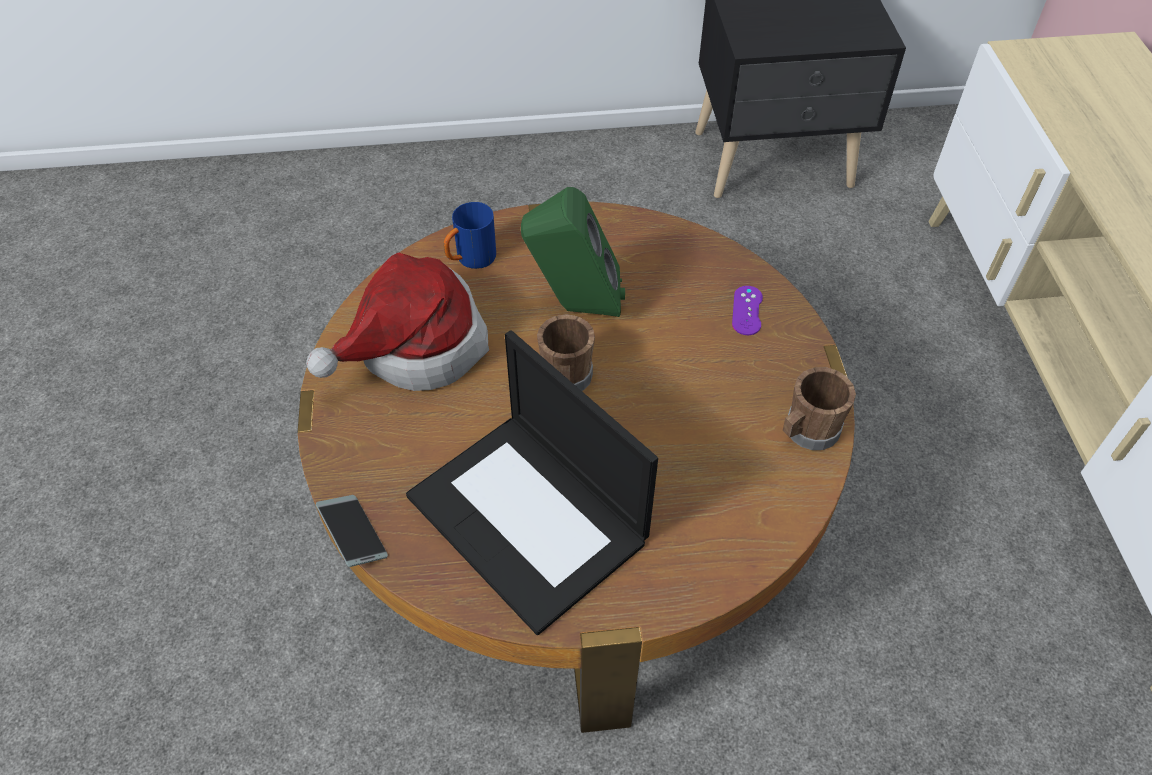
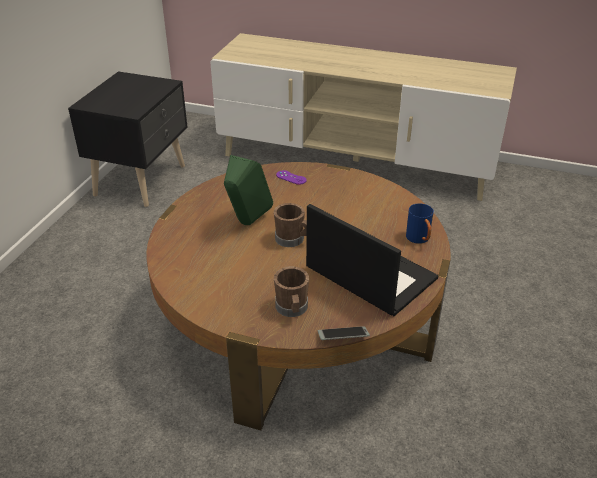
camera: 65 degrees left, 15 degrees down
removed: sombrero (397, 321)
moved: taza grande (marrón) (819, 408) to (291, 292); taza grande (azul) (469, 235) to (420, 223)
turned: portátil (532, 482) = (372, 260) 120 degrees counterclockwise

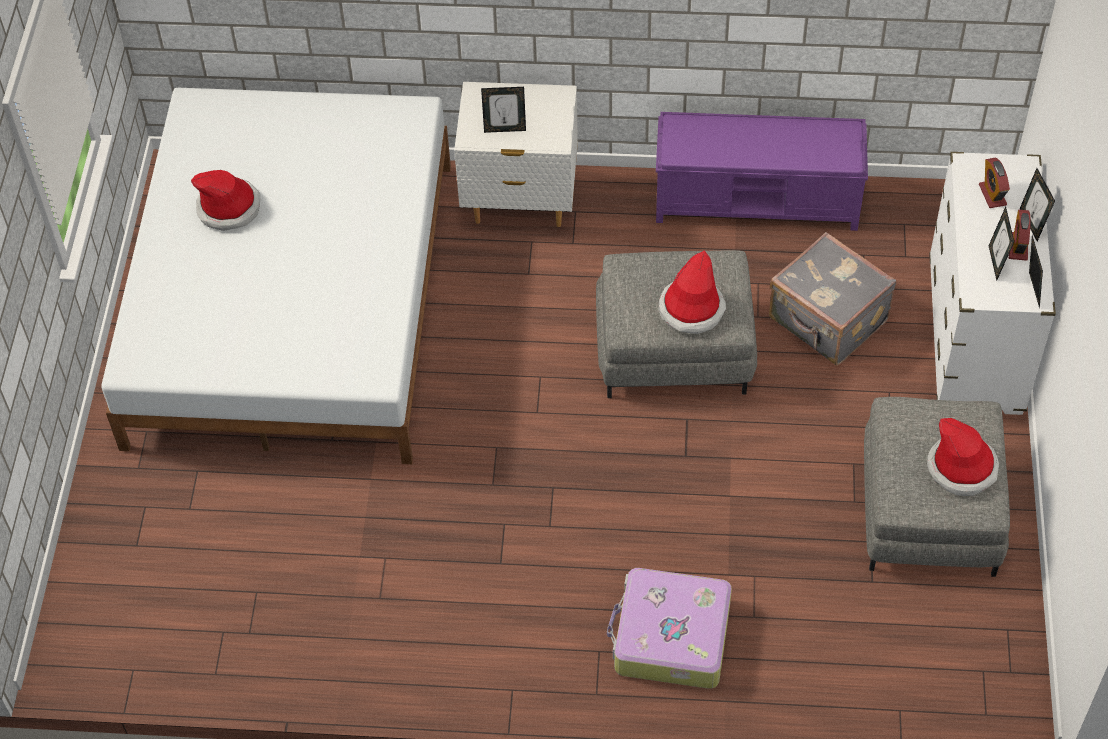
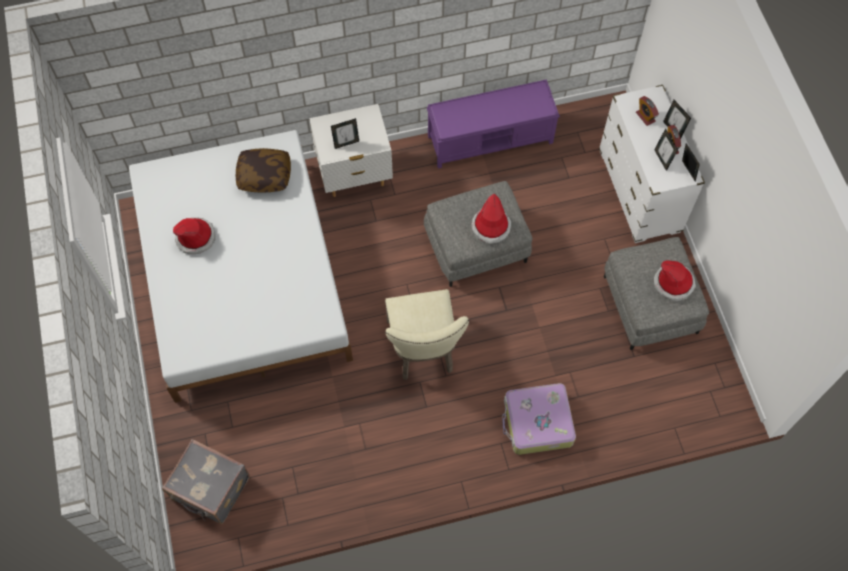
camera: 20 degrees left, 10 degrees up
added: cojín (263, 170); silla (beis) (427, 334)
moved: maleta (gris) (832, 299) to (206, 481)

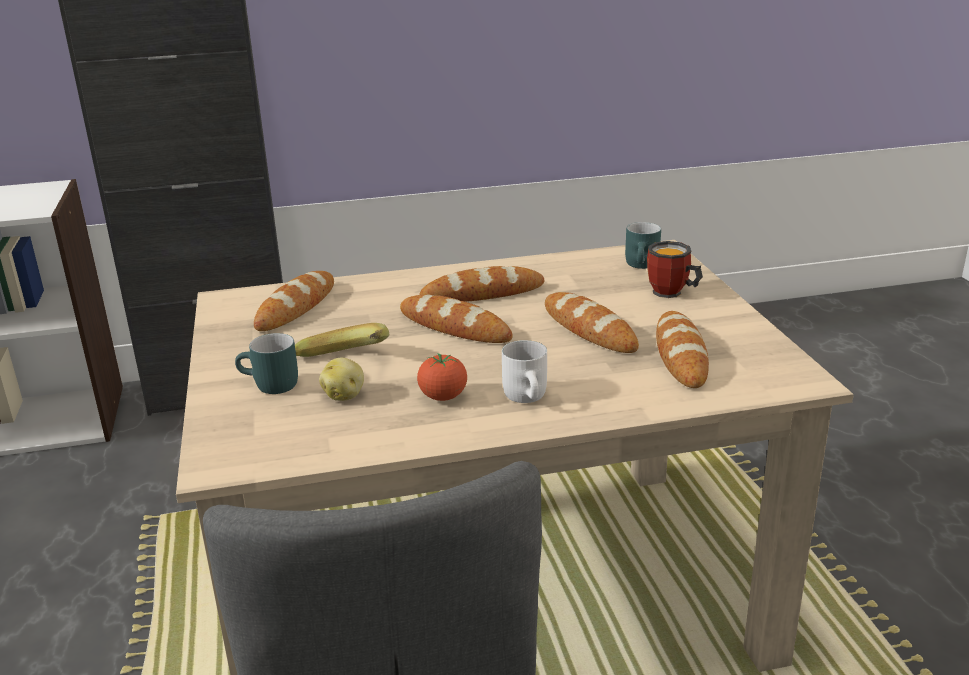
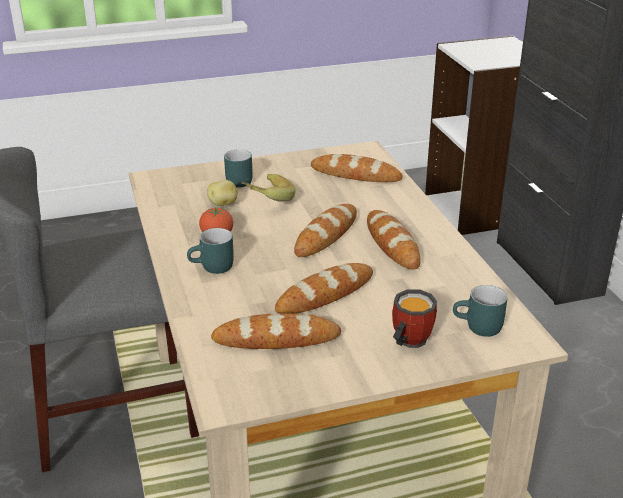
camera: 85 degrees right, 5 degrees up
recoloured: taza grande (blanco) (524, 371) to taza grande (turquesa) (210, 251)

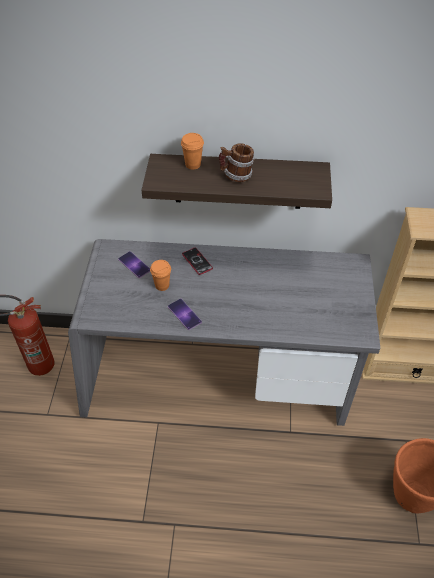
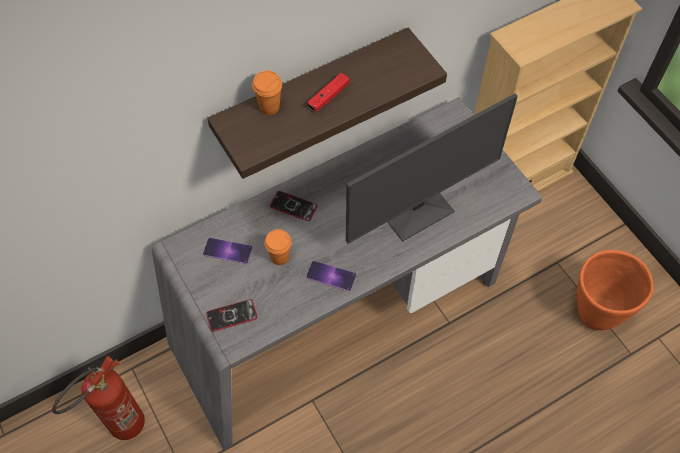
camera: 35 degrees left, 10 degrees up
added: móvil (231, 315); monitor (432, 168)
replaced: taza grande (237, 163) to mando de consola (rojo) (328, 92)

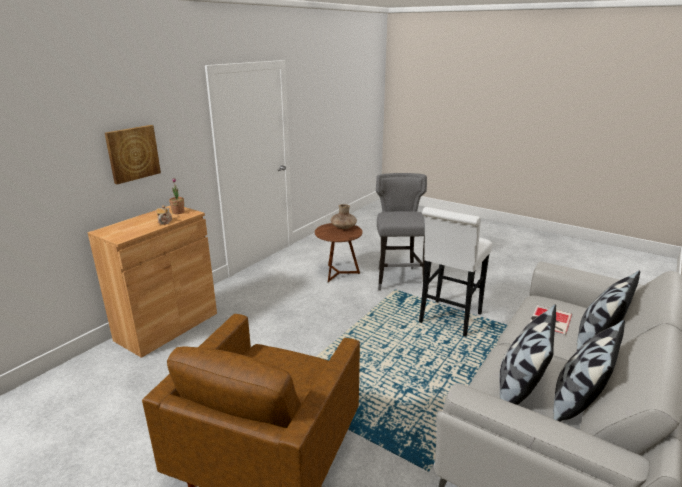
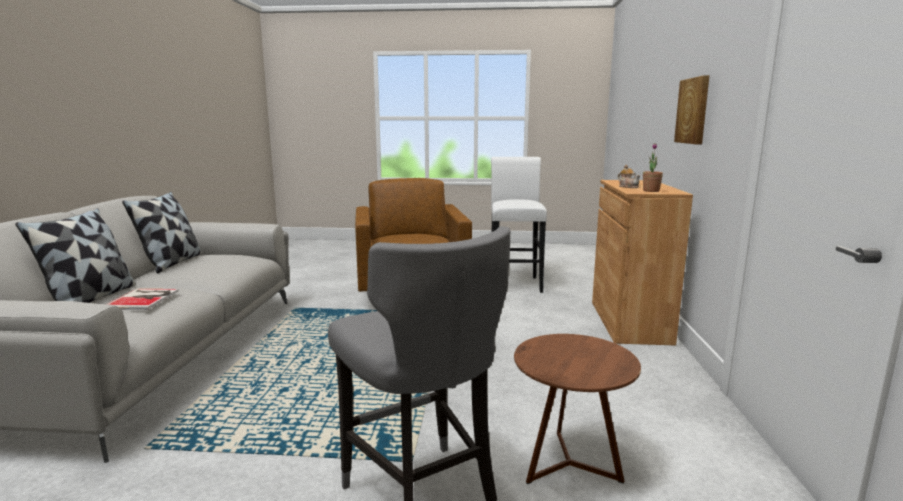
camera: 150 degrees right, 10 degrees down
removed: florero (marrón) (343, 216); cojín (528, 355)
moved: taburete (blanco) (455, 272) to (519, 225)

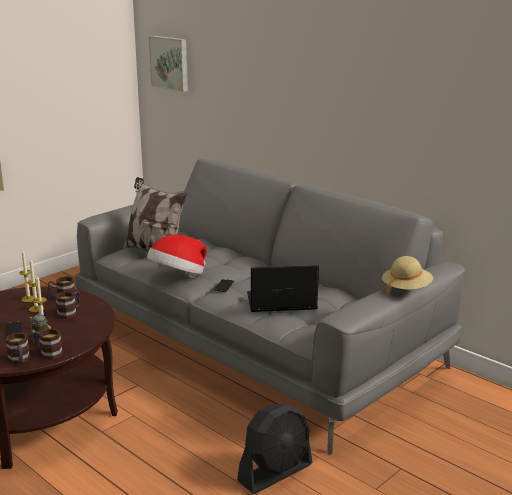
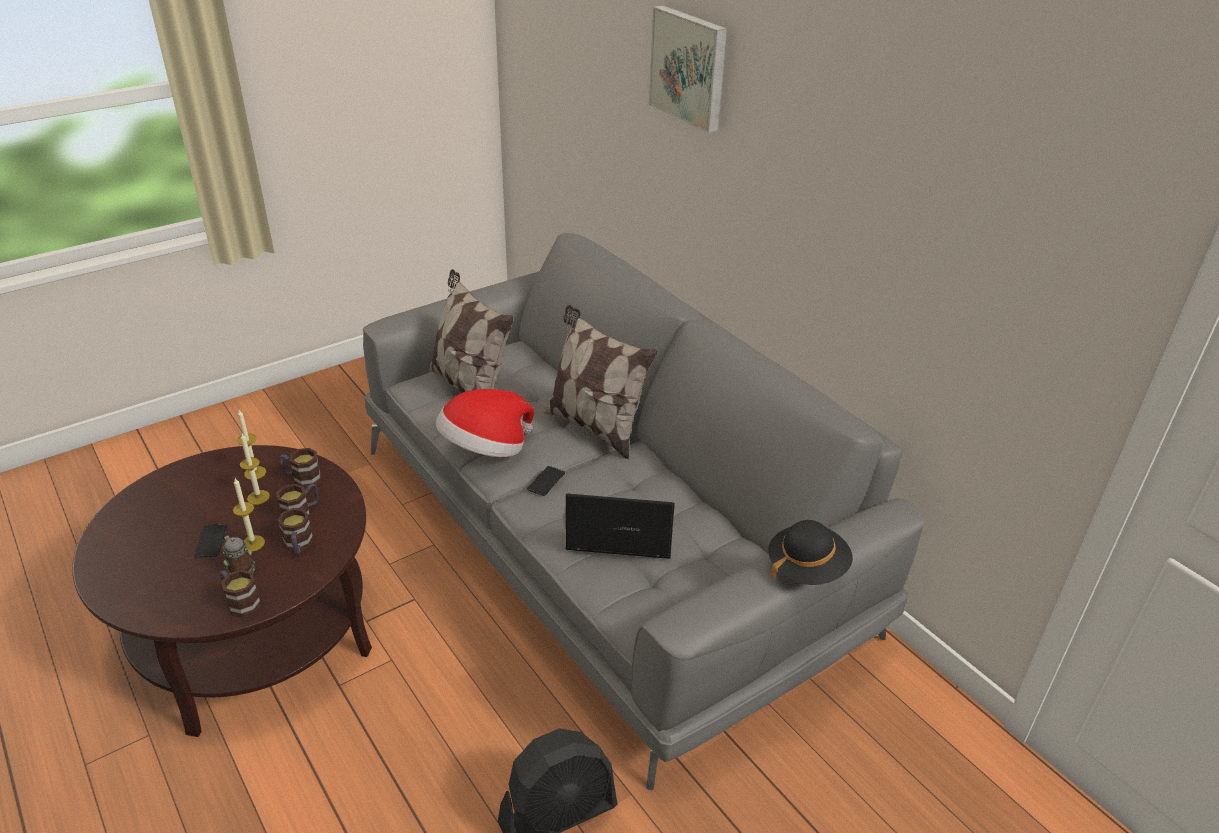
camera: 10 degrees right, 15 degrees up
added: cojín (600, 382)
moved: taza grande (17, 348) to (296, 531); cuadro (168, 64) to (688, 69)
recoloured: sombrero (beis) (407, 276) to sombrero (negro) (810, 552)

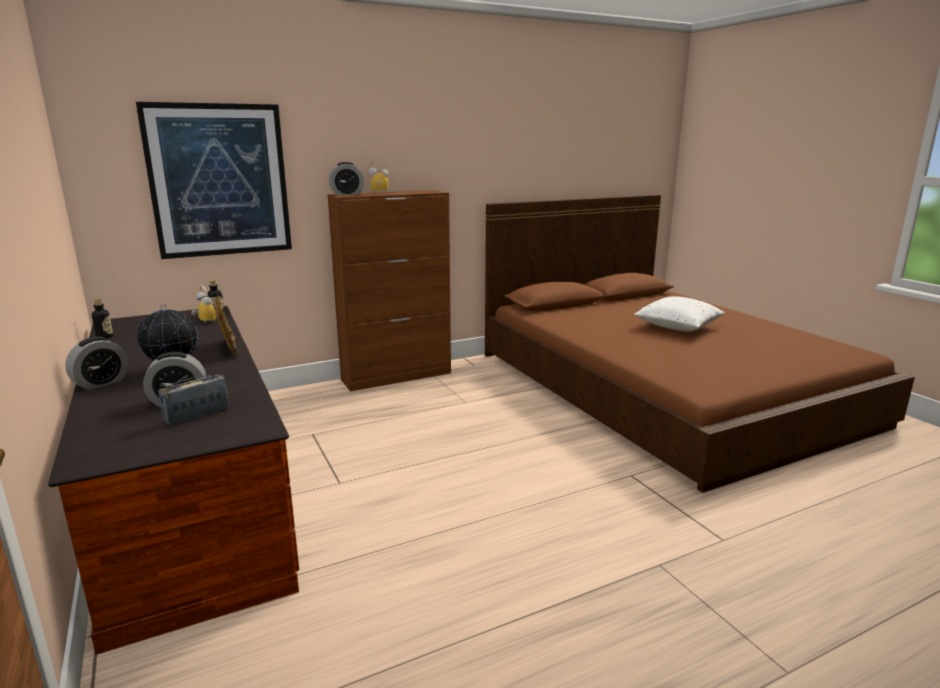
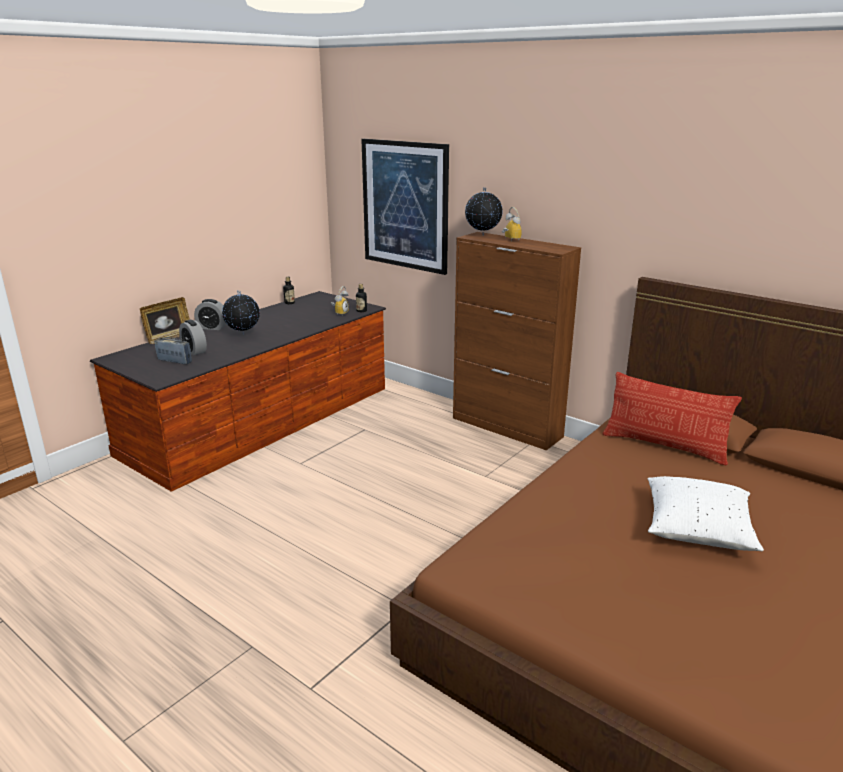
camera: 65 degrees right, 5 degrees up
added: cojín (672, 418)
moved: portarretratos (227, 324) to (165, 320)
replaced: despertador (346, 178) to globo terráqueo (484, 211)

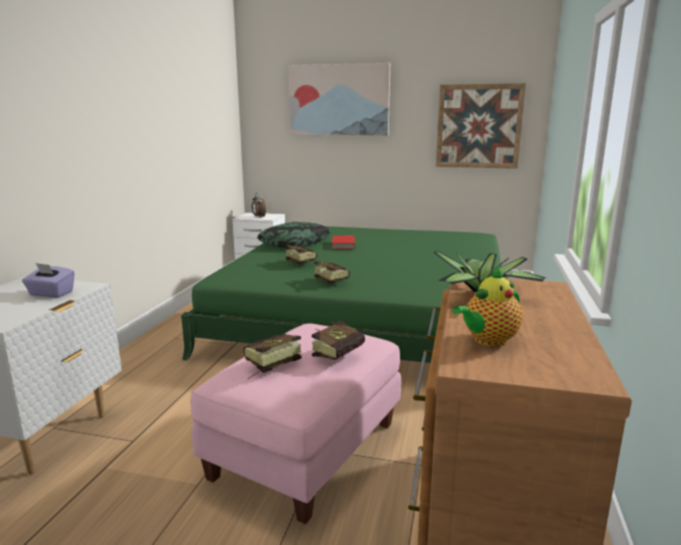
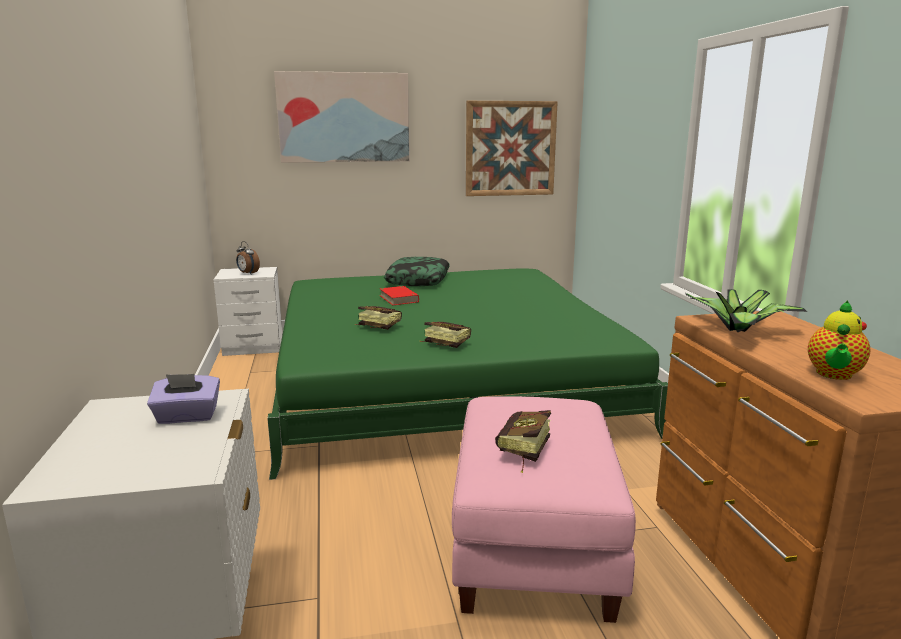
camera: 25 degrees left, 0 degrees up
removed: libro (338, 340)
moved: cojín (294, 235) to (417, 271)

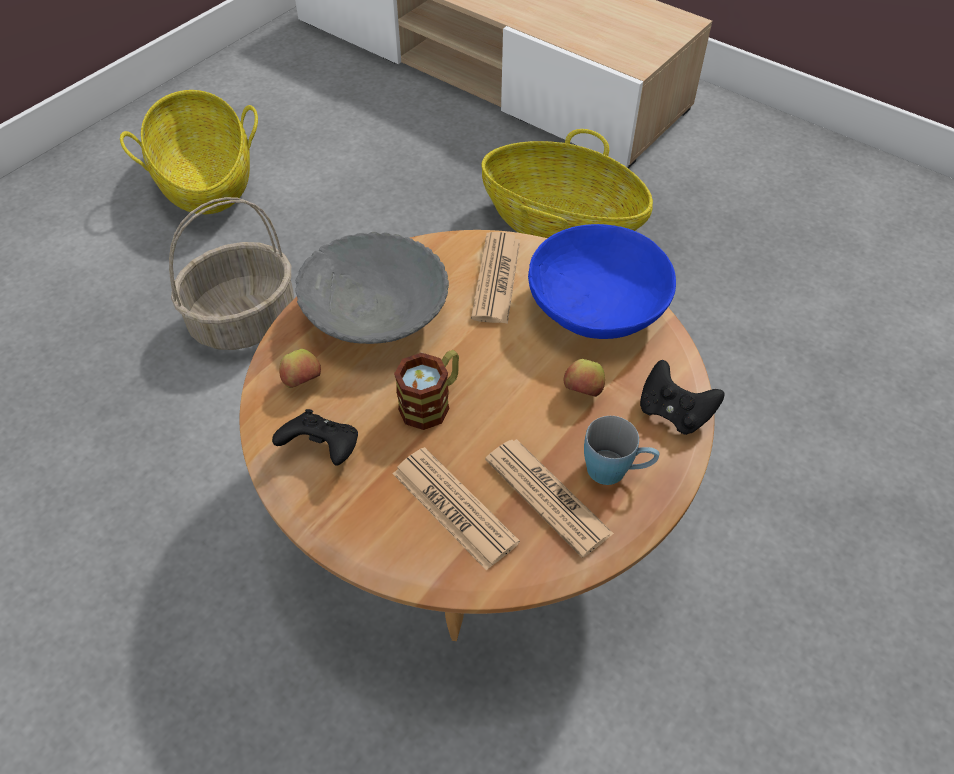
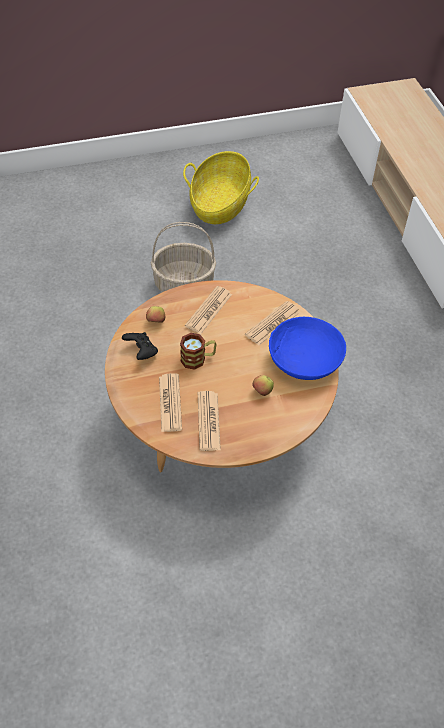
camera: 35 degrees right, 0 degrees up
removed: cesta (567, 183); taza grande (azul) (621, 450); mando de consola (negro) (682, 397)
replaced: cuenco (gris) (372, 288) to periódico (208, 310)

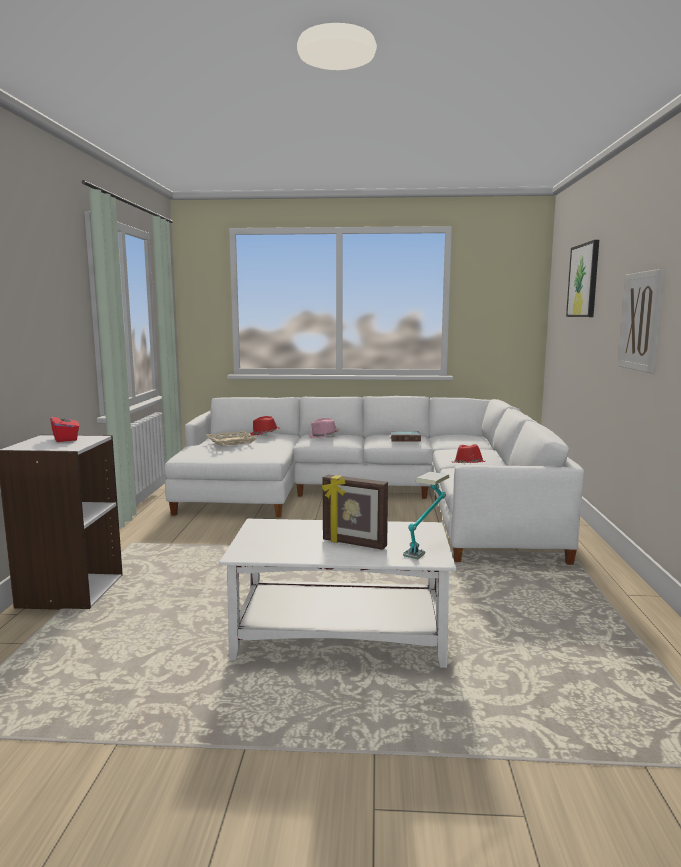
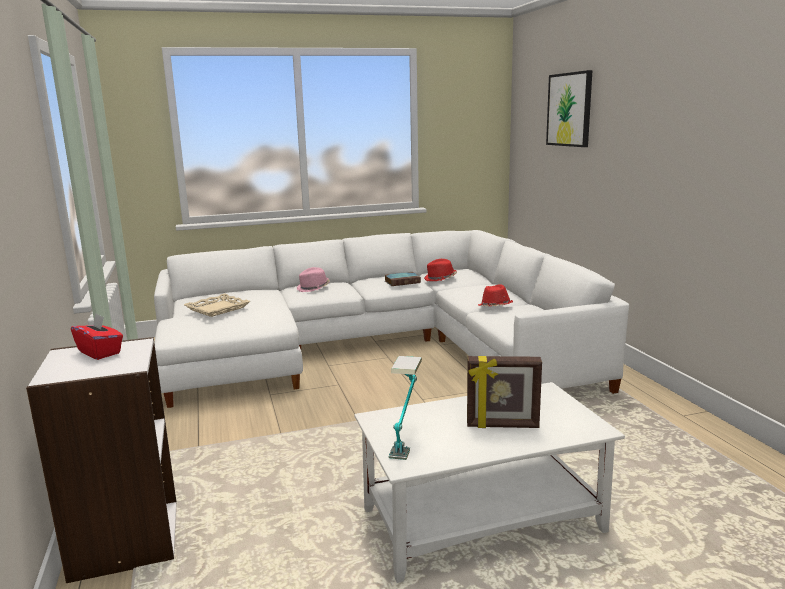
camera: 20 degrees left, 5 degrees up
removed: cuadro (641, 321)
moved: lámpara de mesa (426, 516) to (405, 408); sombrero (rojo) (264, 425) to (440, 270)

